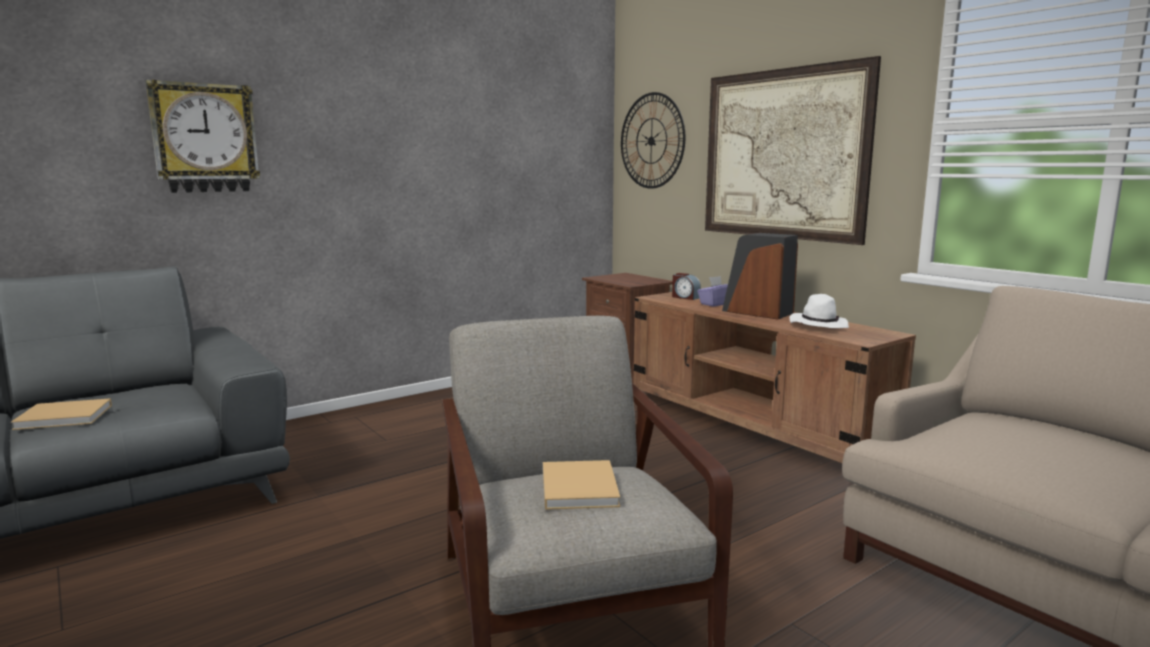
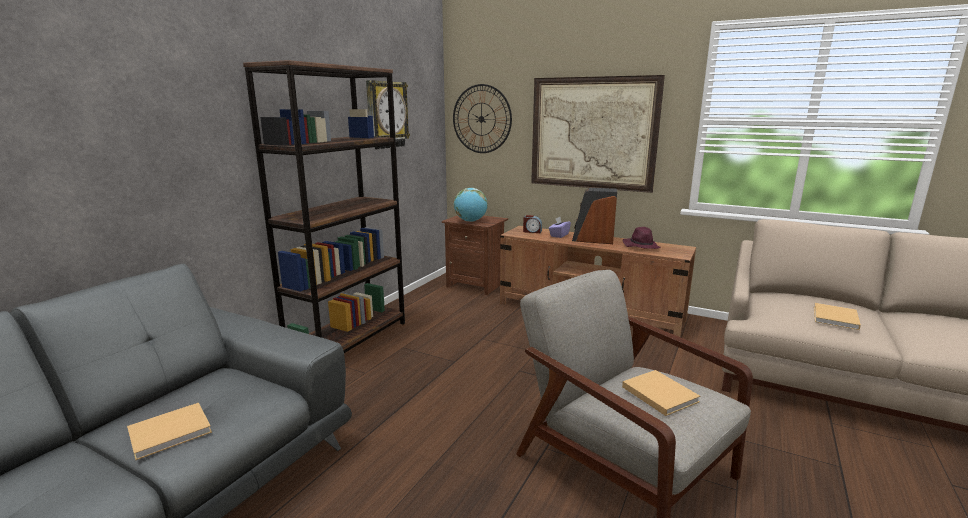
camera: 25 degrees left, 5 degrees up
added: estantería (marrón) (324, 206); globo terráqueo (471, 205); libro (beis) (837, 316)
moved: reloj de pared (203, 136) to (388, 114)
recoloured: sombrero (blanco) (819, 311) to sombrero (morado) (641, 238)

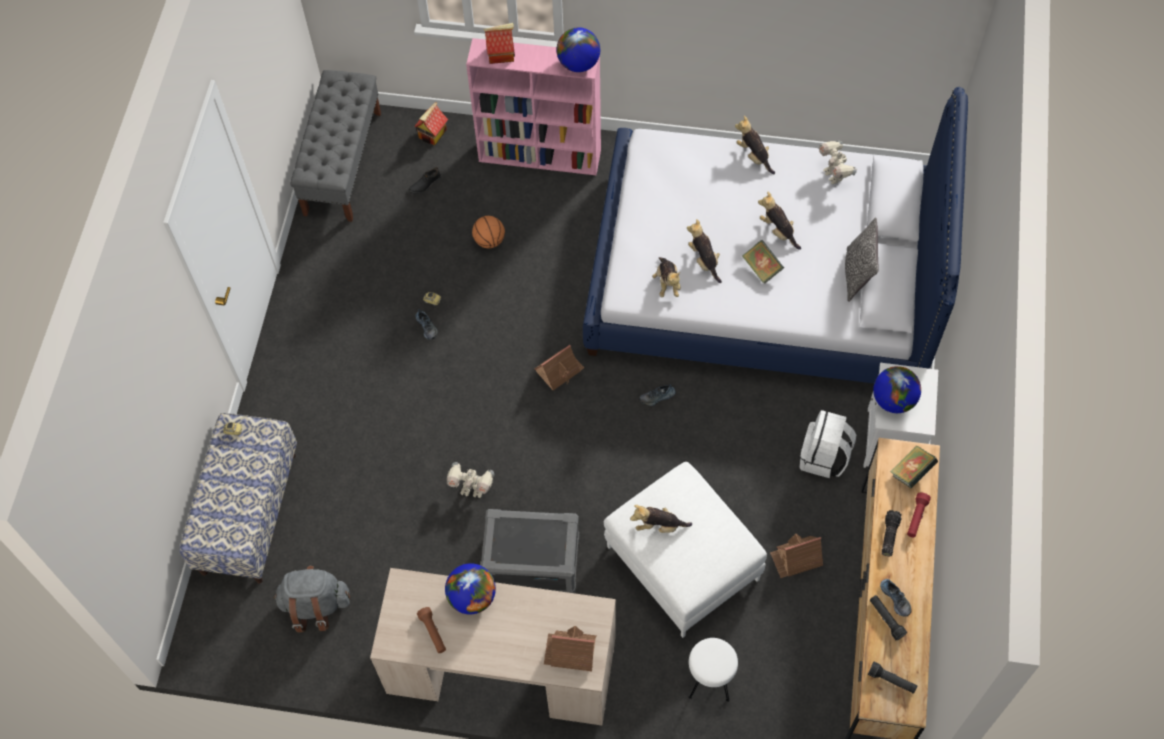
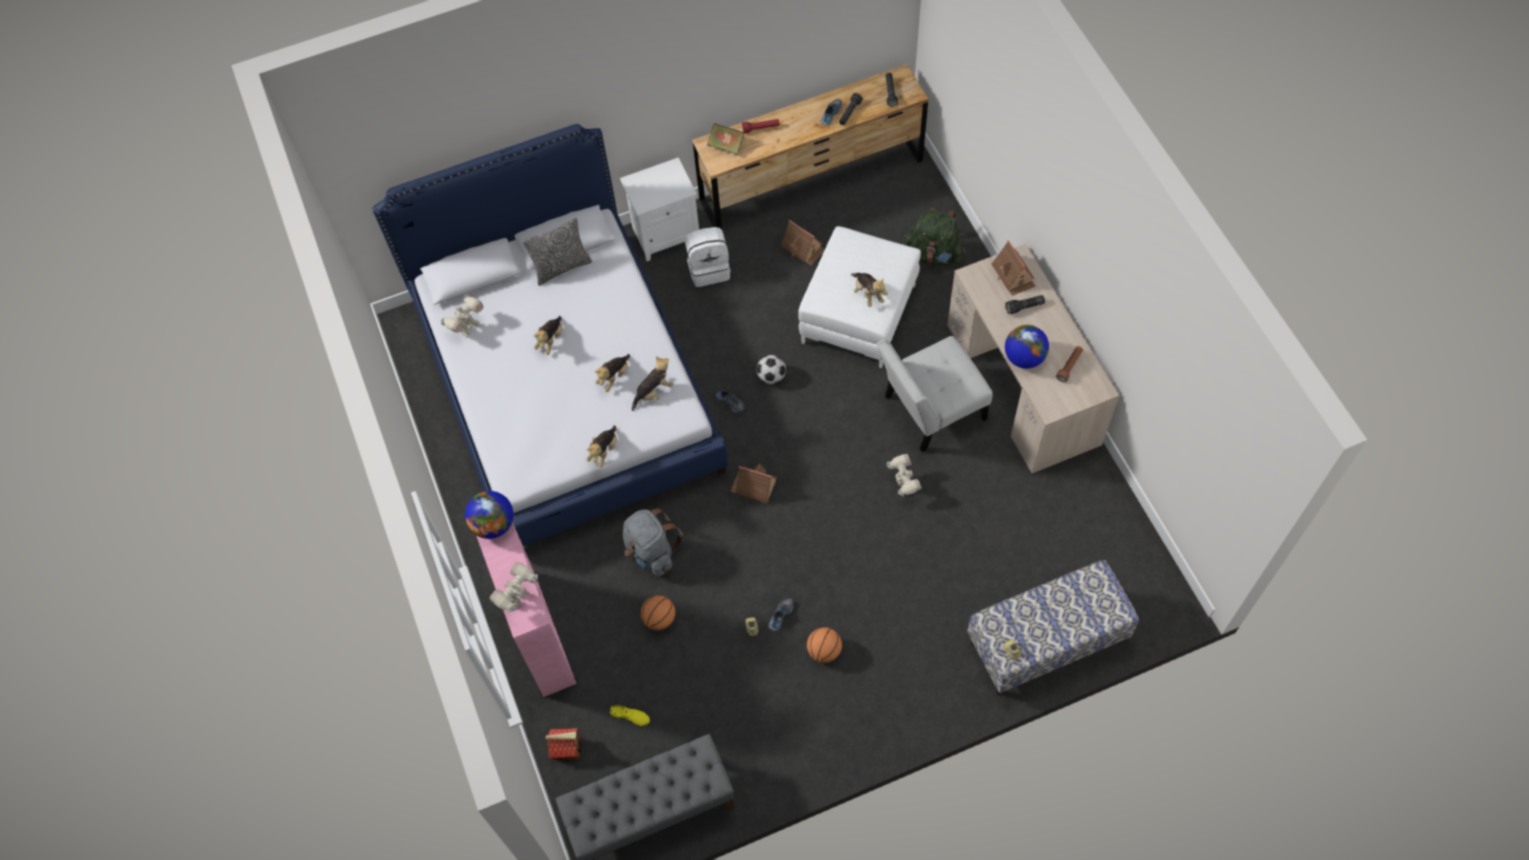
camera: 120 degrees left, 0 degrees up
removed: libro (763, 262); globo terráqueo (897, 389)
added: balón de fútbol (771, 369); balón de baloncesto (824, 645)
moved: peluche (755, 145) to (601, 446); mochila (gris) (312, 599) to (653, 542); linterna (891, 533) to (1025, 304)
replaced: casita (499, 43) to robot de juguete (513, 587); caja de almacenaje (gris) (529, 551) to silla (blanco) (935, 394); taburete (blanco) (713, 670) to mochila (verde) (935, 236)
recoloured: zapato (negro) (424, 180) to zapato (amarillo) (630, 715)

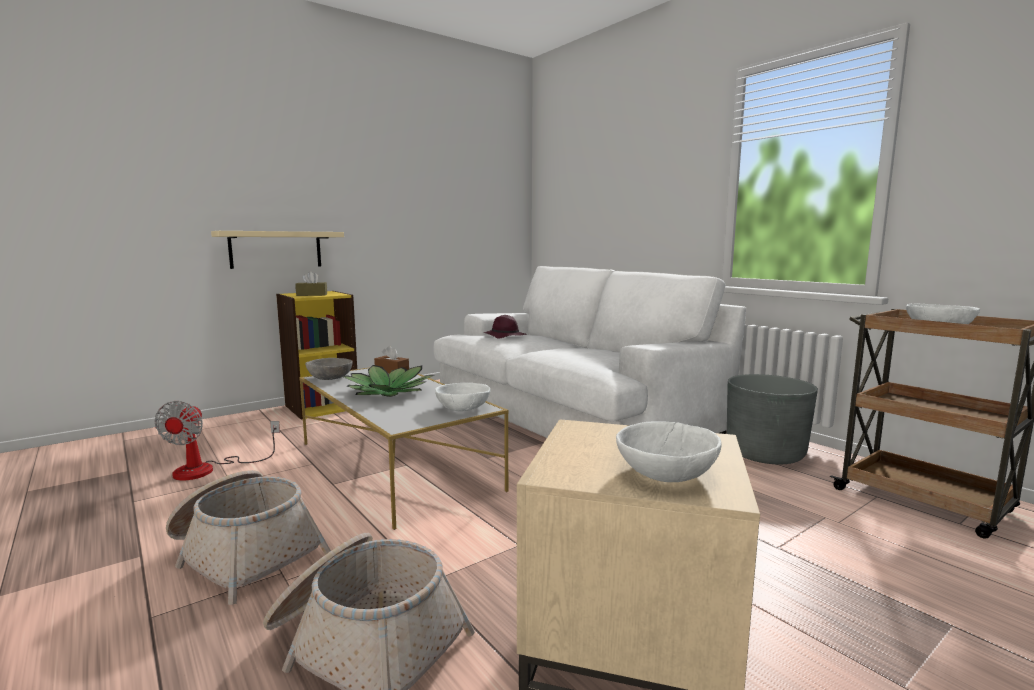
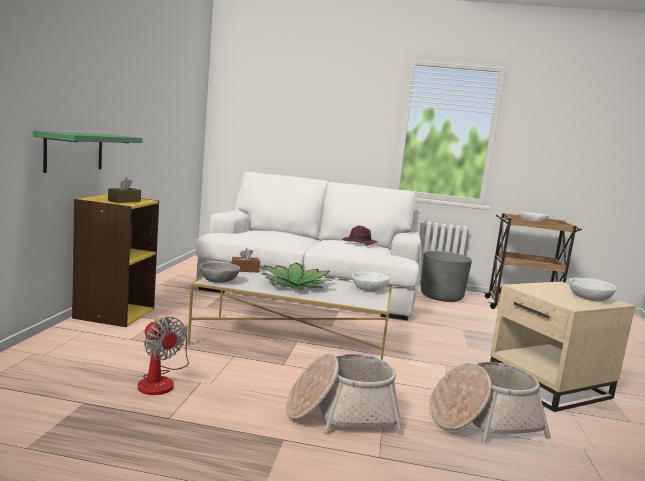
camera: 45 degrees left, 0 degrees up
moved: sombrero (morado) (505, 327) to (360, 236)
recoloured: estante (beis) (277, 250) to estante (verde) (87, 151)

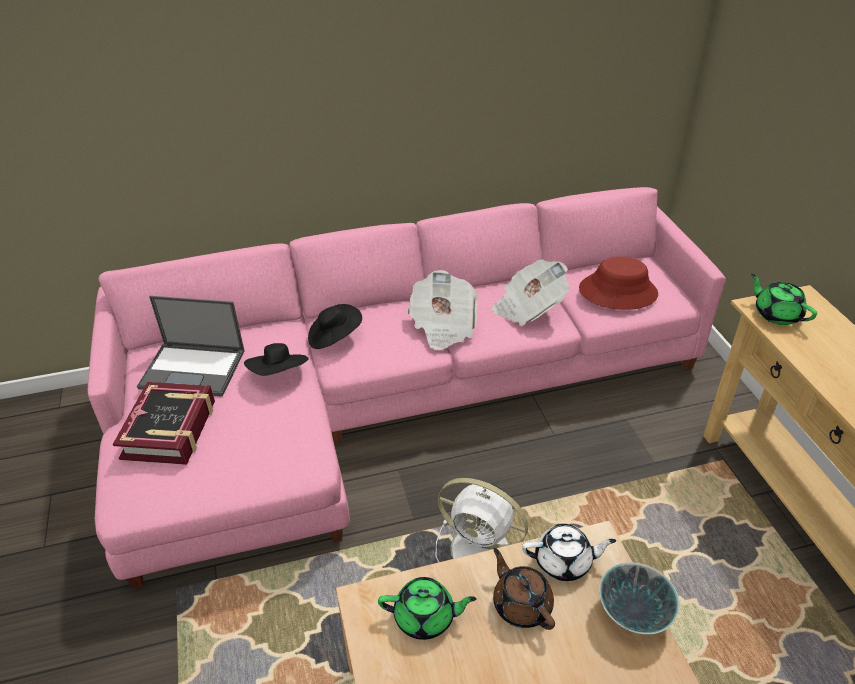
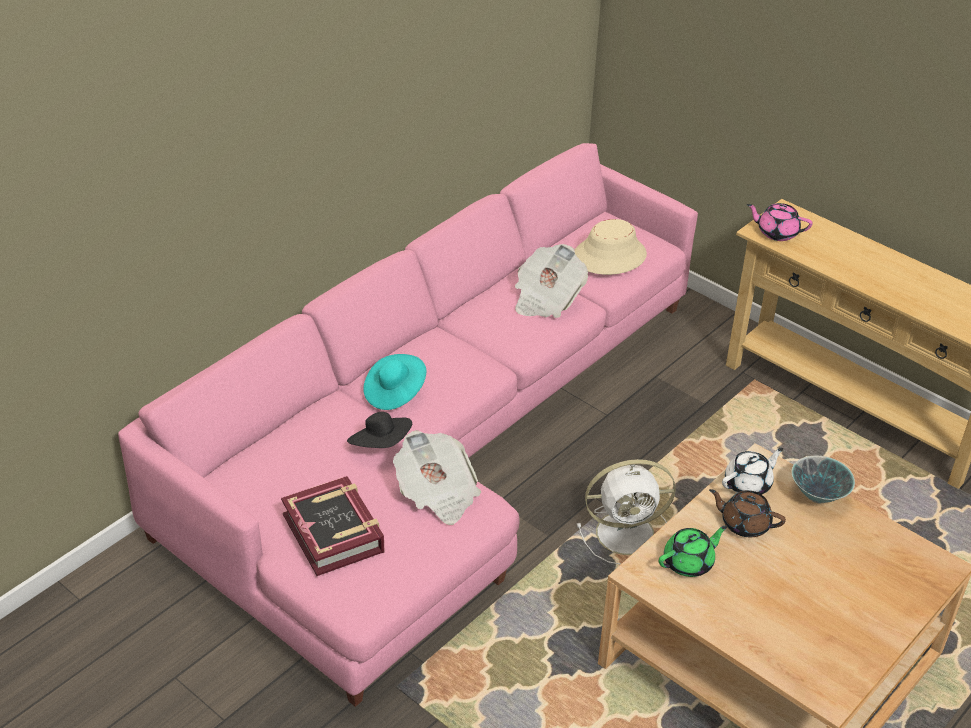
camera: 35 degrees left, 0 degrees up
removed: portátil (191, 346)
moved: periódico (443, 310) to (437, 477)
recoloured: sombrero (negro) (335, 326) to sombrero (turquesa) (394, 382); sombrero (rojo) (618, 283) to sombrero (beis) (611, 247); tetera (verde) (784, 299) to tetera (rosa) (780, 222)

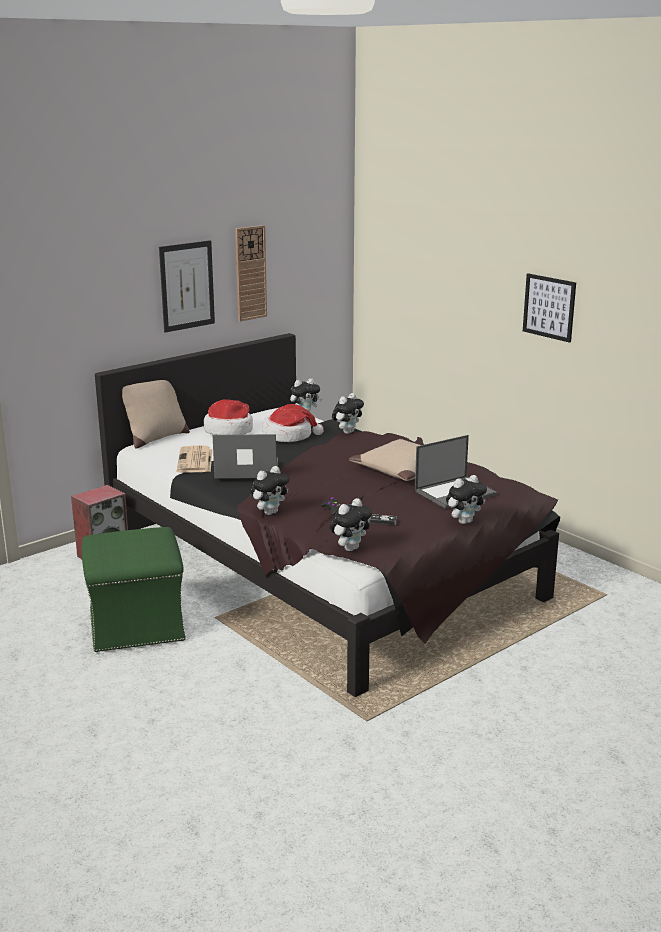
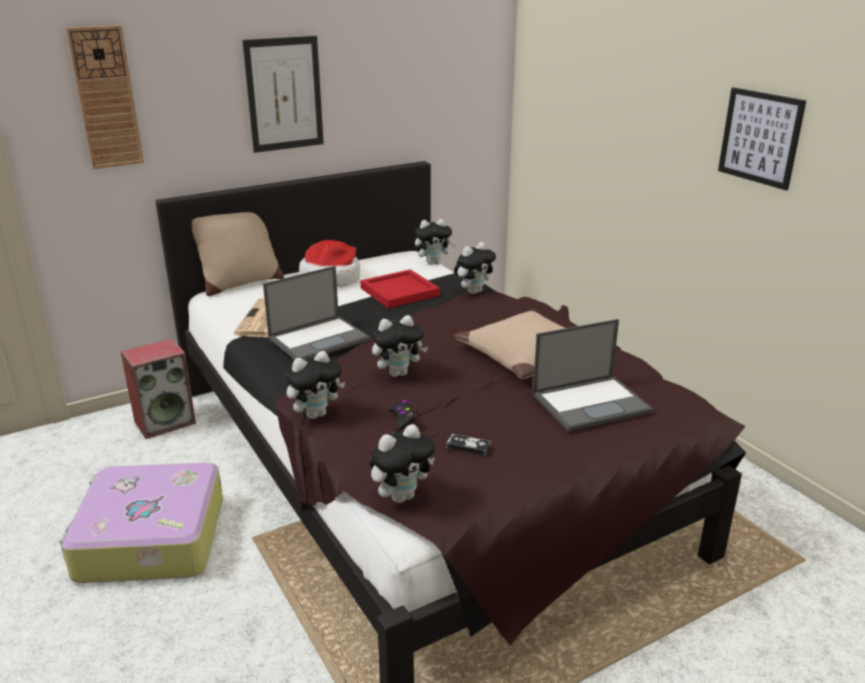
camera: 10 degrees right, 5 degrees up
moved: reloj de pared (251, 273) to (105, 97); peluche (466, 499) to (400, 346)
replaced: puf (verde) (134, 589) to maleta (141, 522); sombrero (293, 423) to bandeja (rojo) (400, 288)
turned: portátil (245, 456) = (316, 313) 135 degrees clockwise

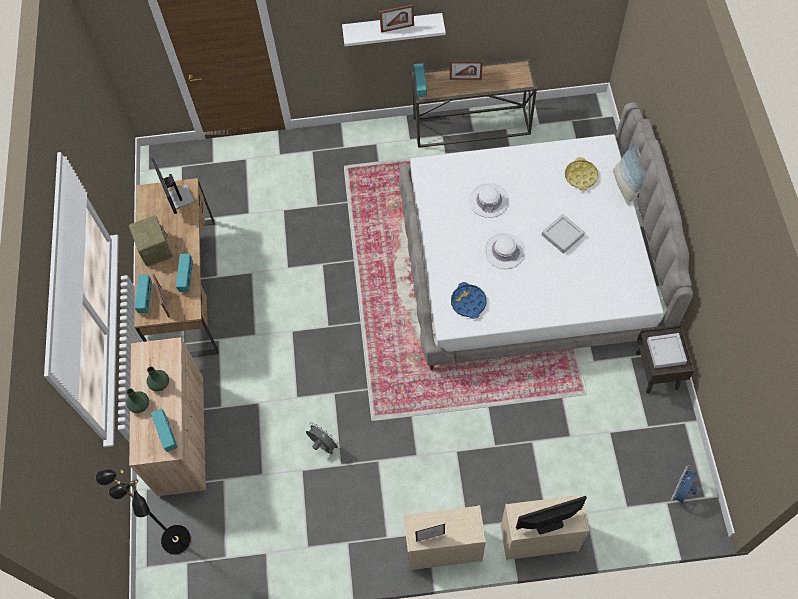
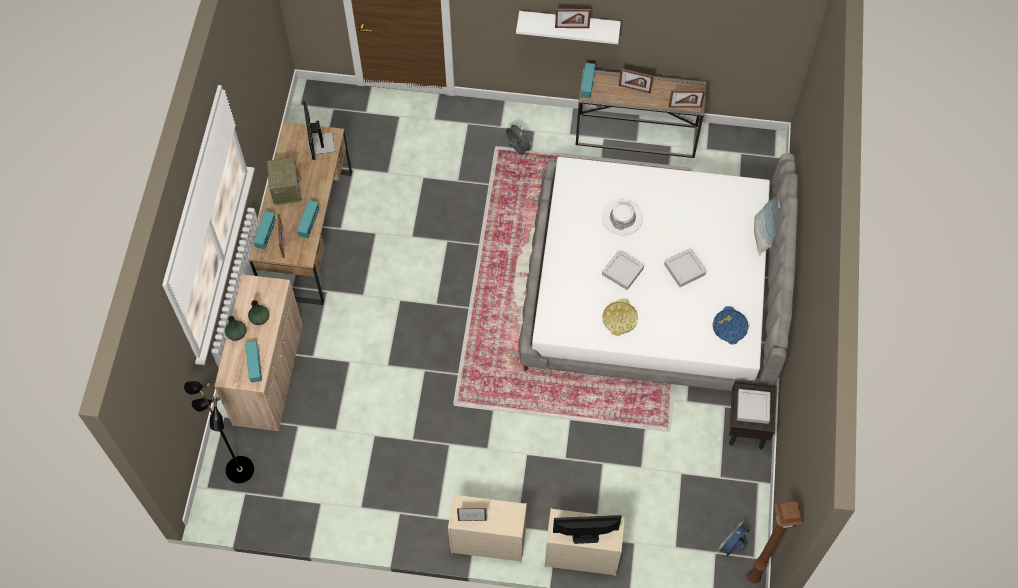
camera: 10 degrees right, 0 degrees up
added: portarretratos (687, 99); lámpara de pie (marrón) (775, 542)
moved: ventilador (gris) (323, 438) to (519, 138); bandeja (amarillo) (582, 173) to (620, 317); bandeja (azul) (468, 300) to (731, 325)
replaced: sombrero (blanco) (504, 251) to bandeja (gris) (623, 270)

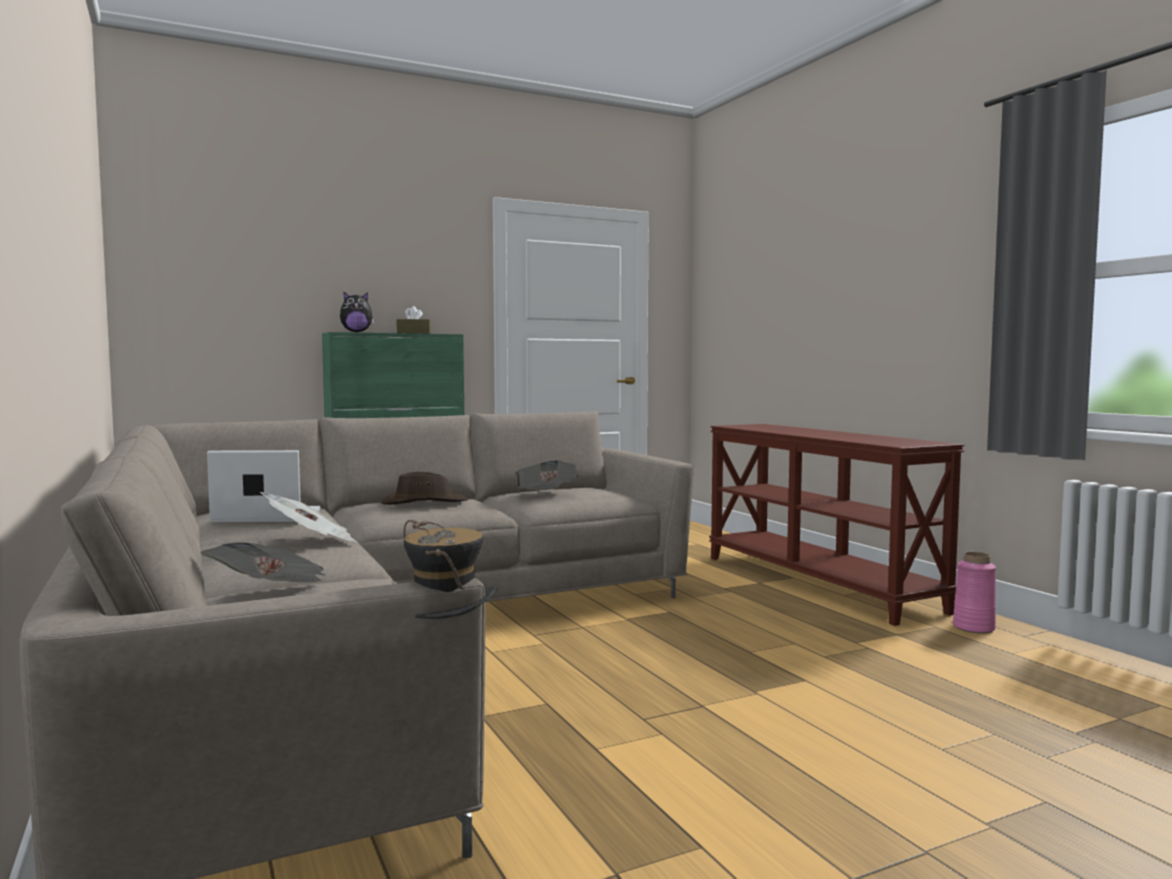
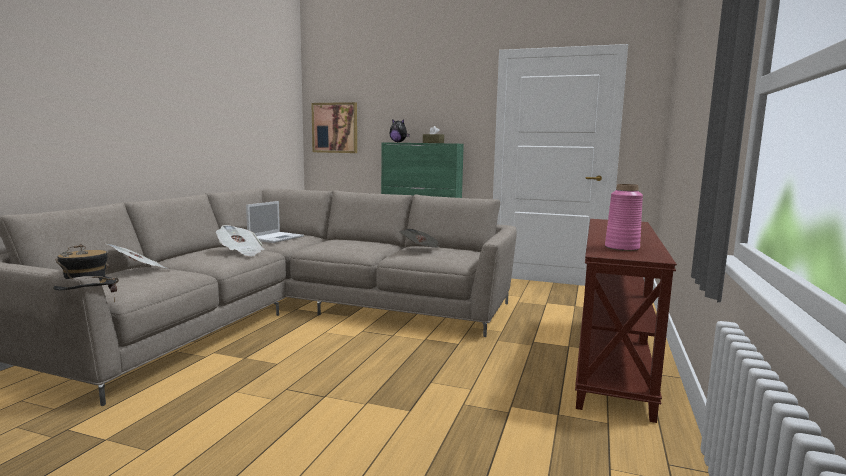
camera: 45 degrees right, 5 degrees up
removed: sombrero (marrón) (425, 488)
added: cuadro (334, 127)
moved: florero (rosa) (974, 592) to (624, 217)
turned: portátil (263, 486) = (275, 222) 75 degrees clockwise

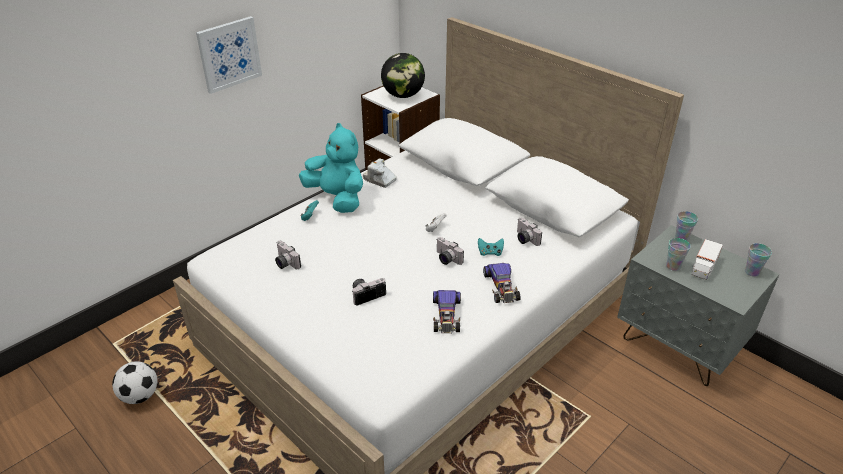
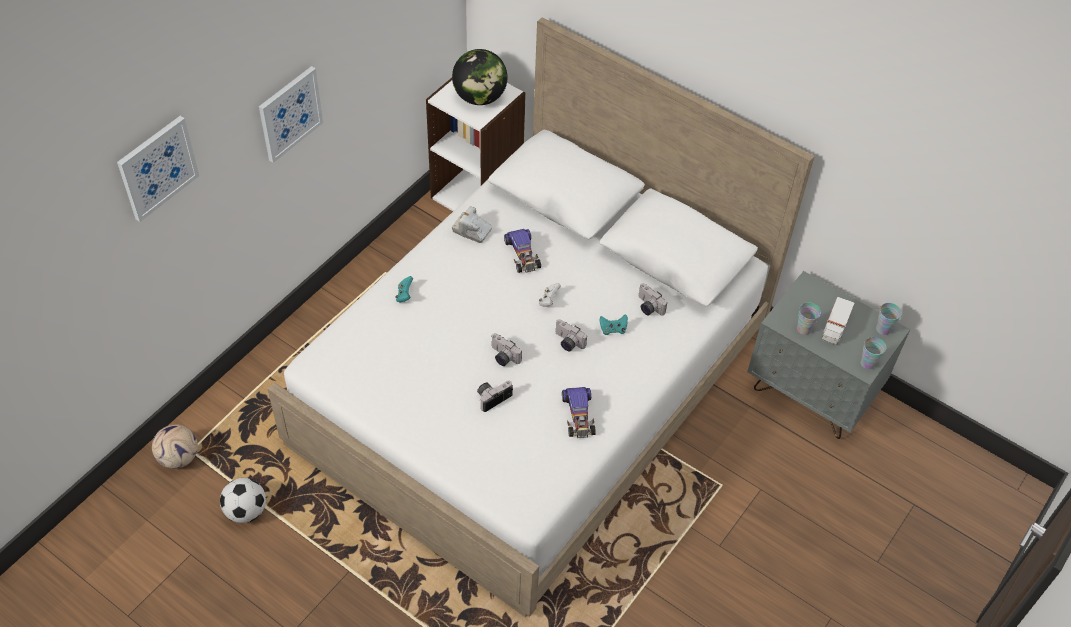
camera: 10 degrees left, 15 degrees up
removed: peluche (turquesa) (331, 168)
added: cuadro (158, 169); balón de fútbol (175, 447)
moved: cámara (288, 255) to (507, 349); coche de juguete (502, 283) to (522, 251); taza (686, 226) to (873, 353)

